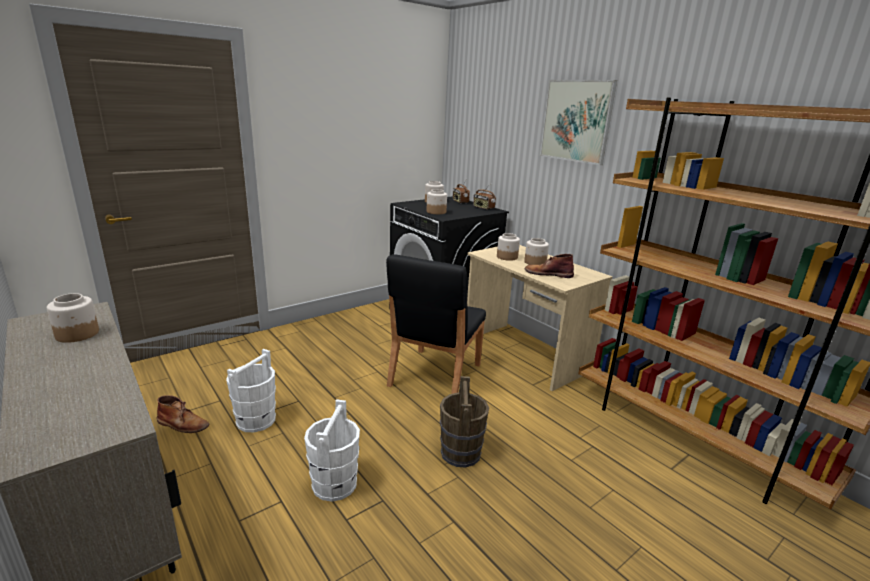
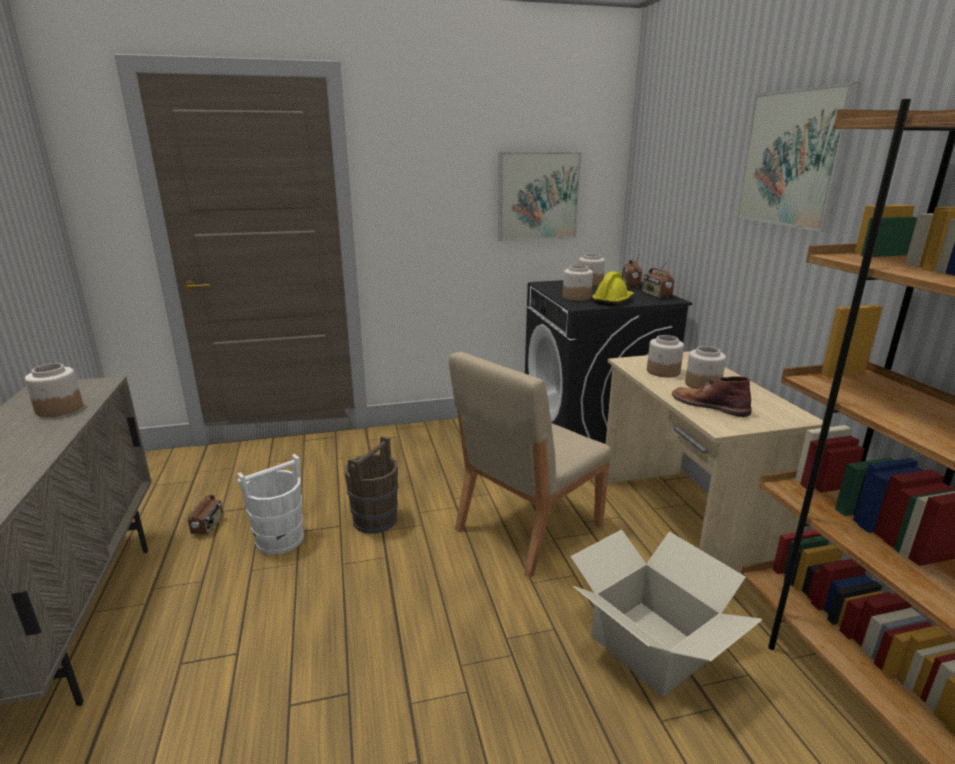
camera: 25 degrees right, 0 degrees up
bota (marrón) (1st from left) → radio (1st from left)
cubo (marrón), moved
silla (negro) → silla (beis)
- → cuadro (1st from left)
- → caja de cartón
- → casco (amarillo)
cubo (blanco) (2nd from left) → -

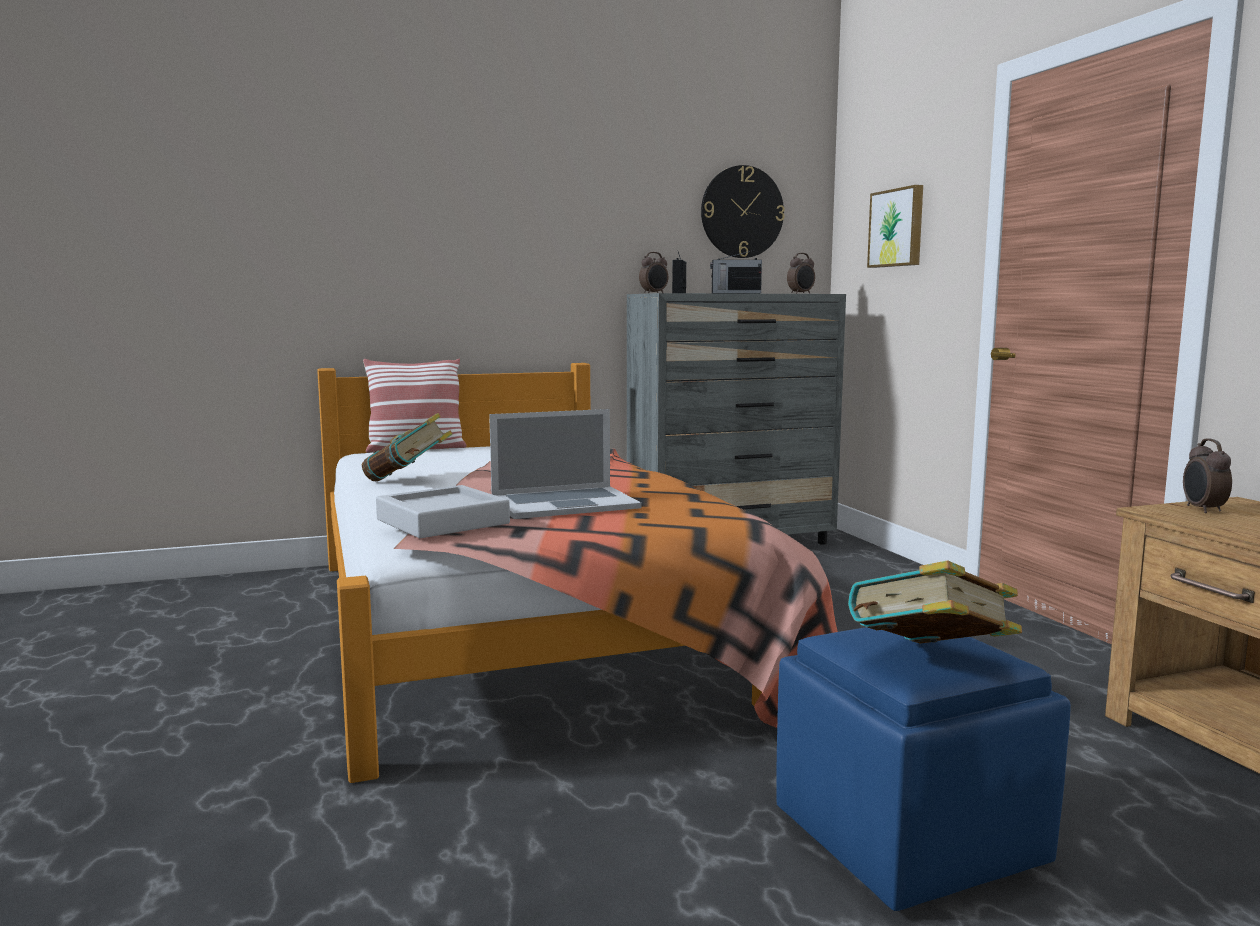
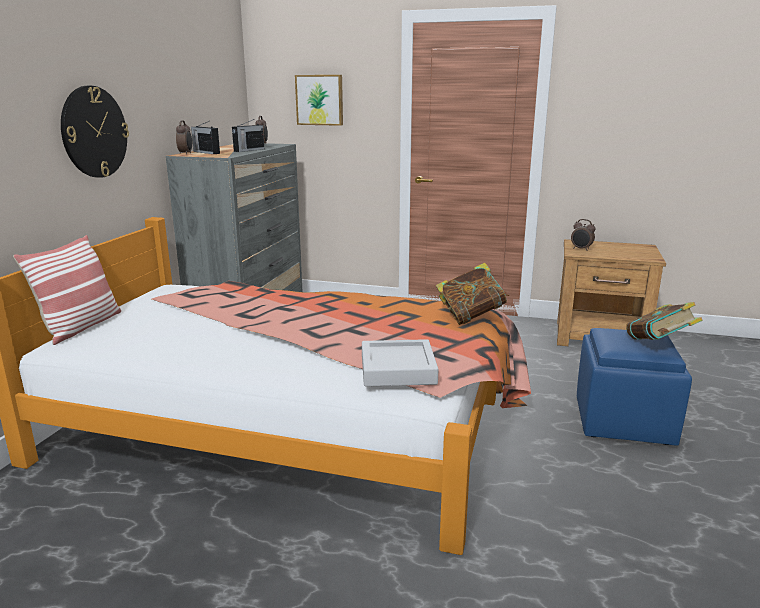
camera: 55 degrees left, 10 degrees up
reloj de pared, moved
libro (1st from left), moved
portátil → -

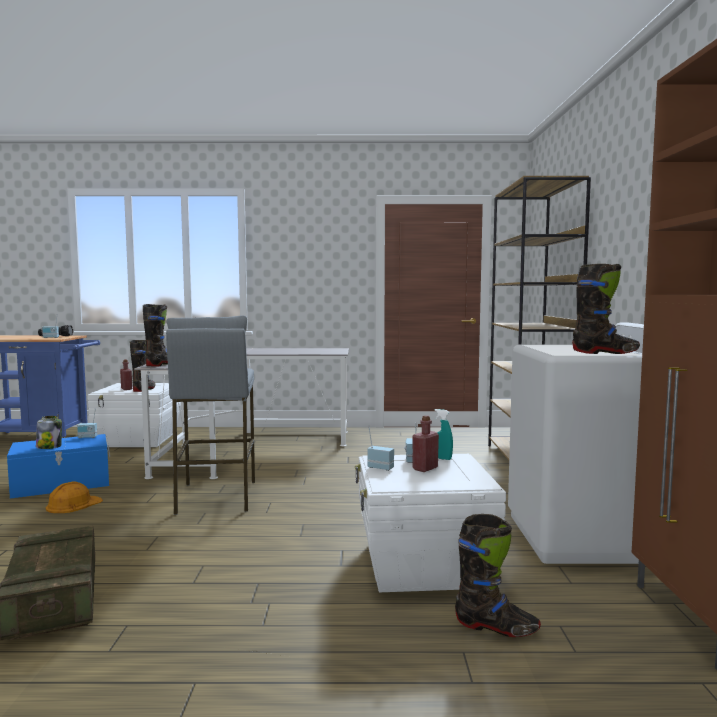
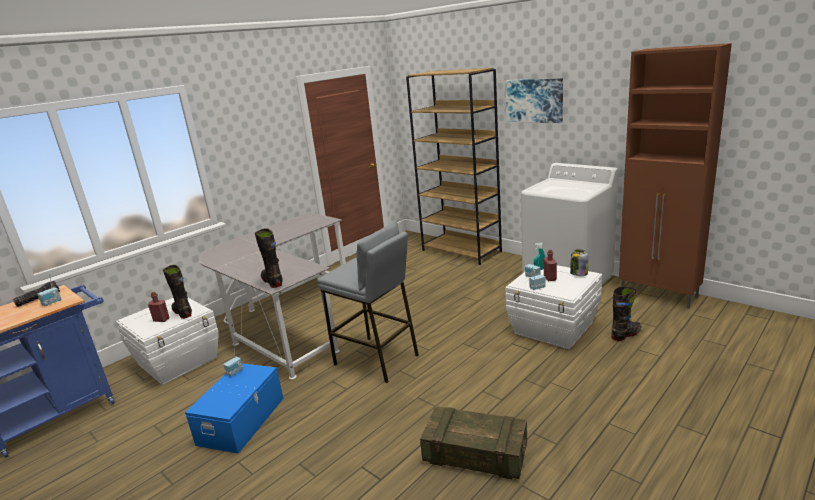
camera: 45 degrees left, 15 degrees up
- → cuadro
tarro, moved
casco (naranja) → -
bota (negro) (4th from left) → -

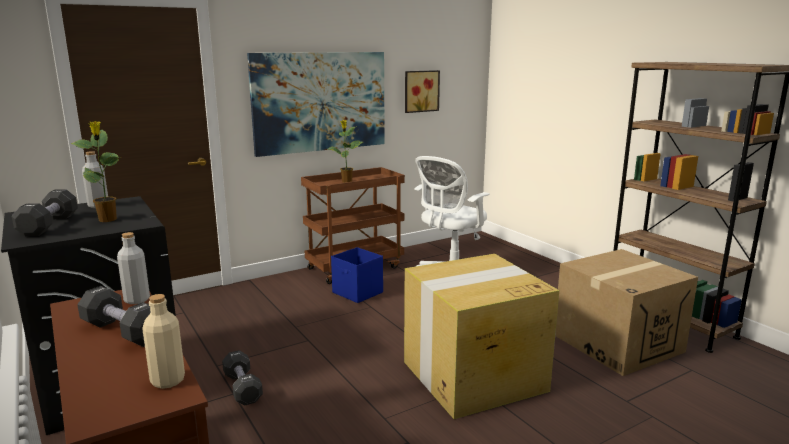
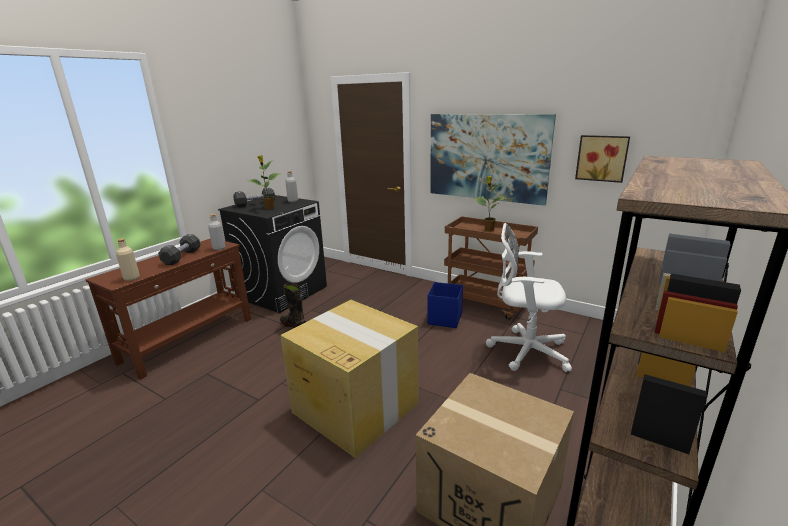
camera: 65 degrees right, 5 degrees up
mancuerna (negro) (3rd from left) → bota (negro)

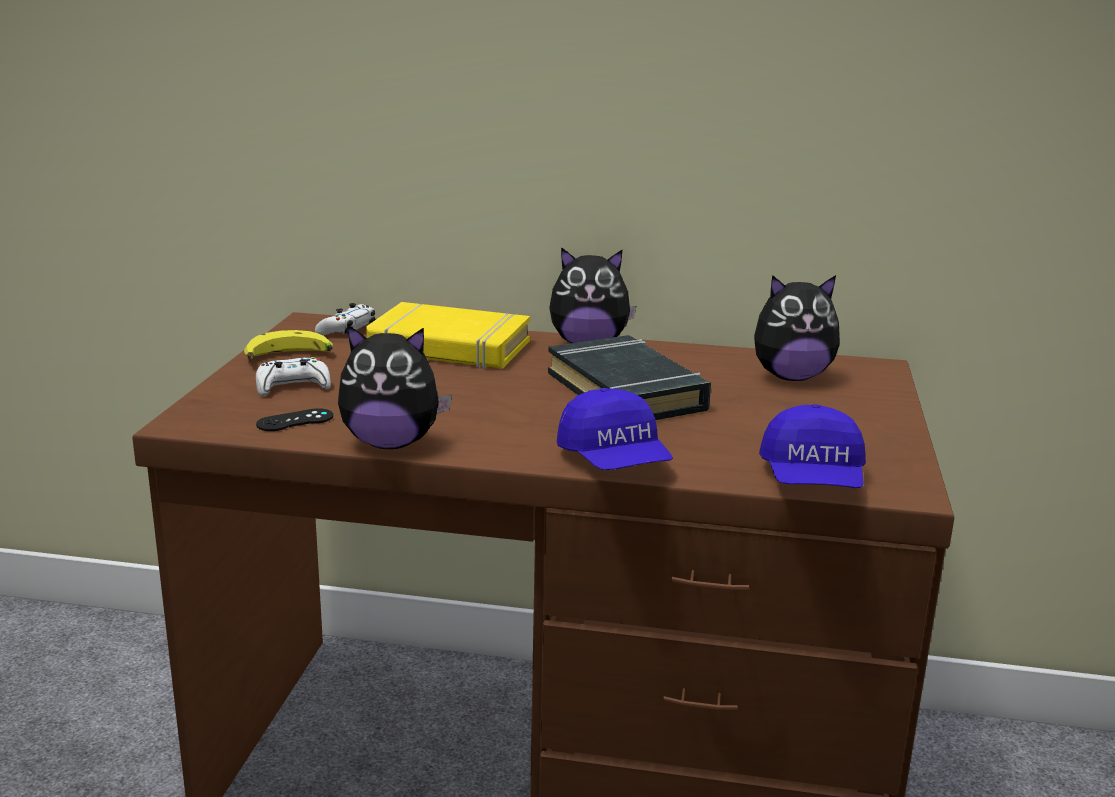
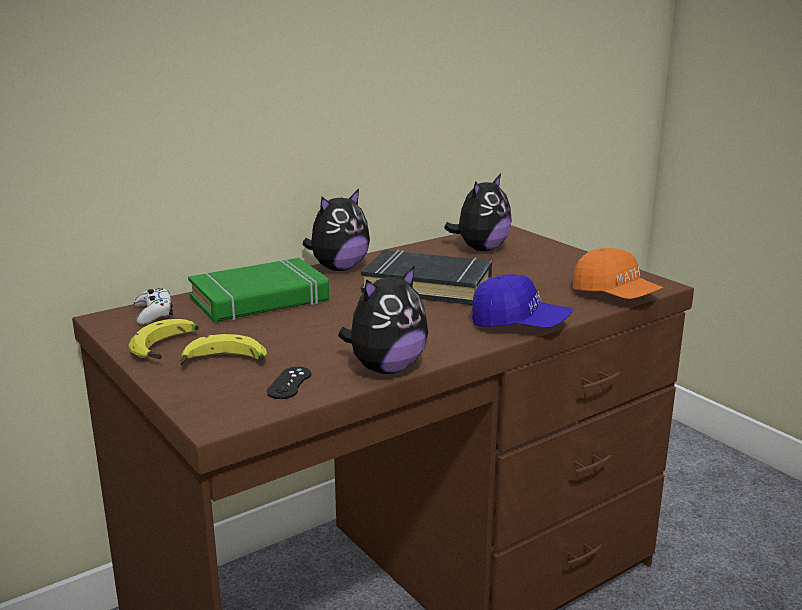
camera: 45 degrees left, 0 degrees up
mando de consola (blanco) (1st from left) → plátano (2nd from left)
libro (amarillo) → libro (verde)
gorra (azul) (2nd from left) → gorra (naranja)

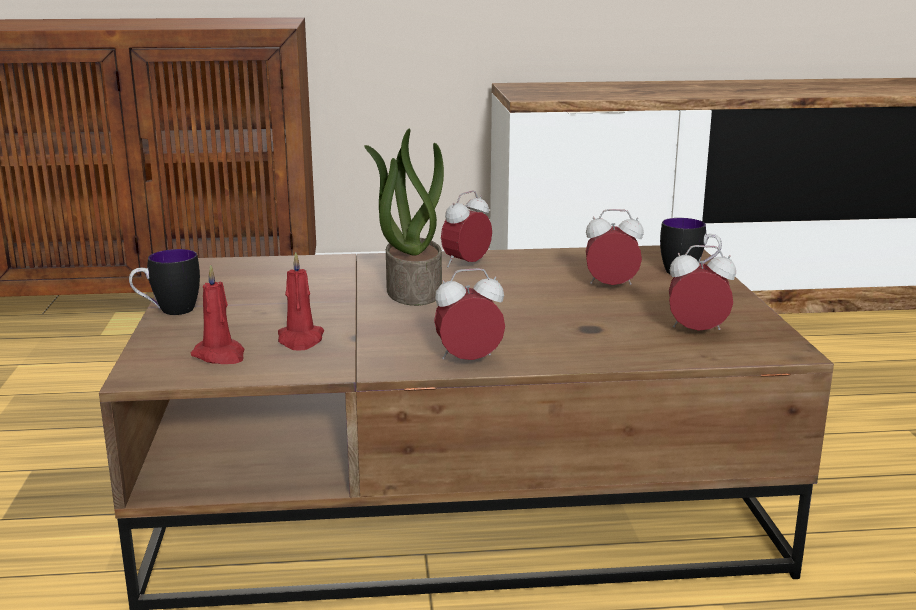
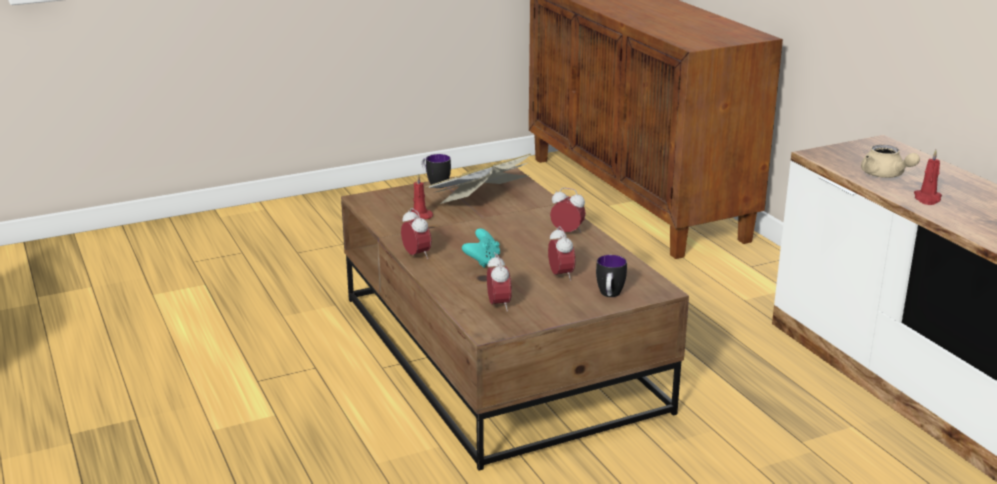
camera: 70 degrees right, 5 degrees up
- → libro
- → mando de consola (turquesa)
- → tetera (beis)
vela (rojo) (1st from left in the first image) → vela (rojo) (2nd from left), moved
planta en maceta → -

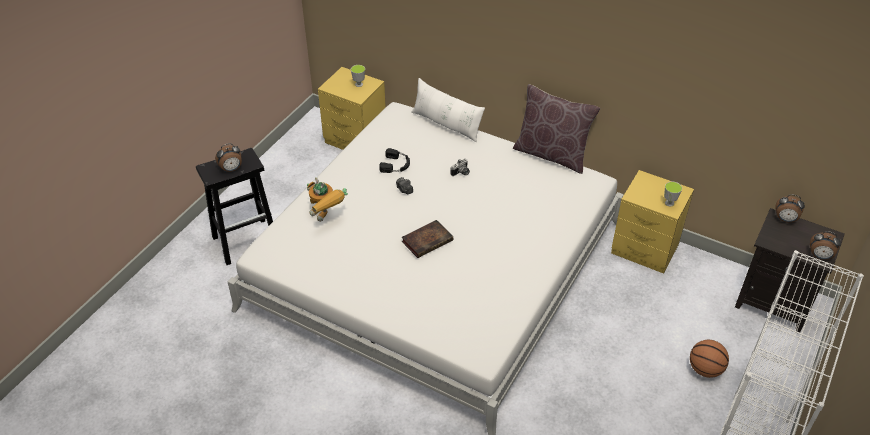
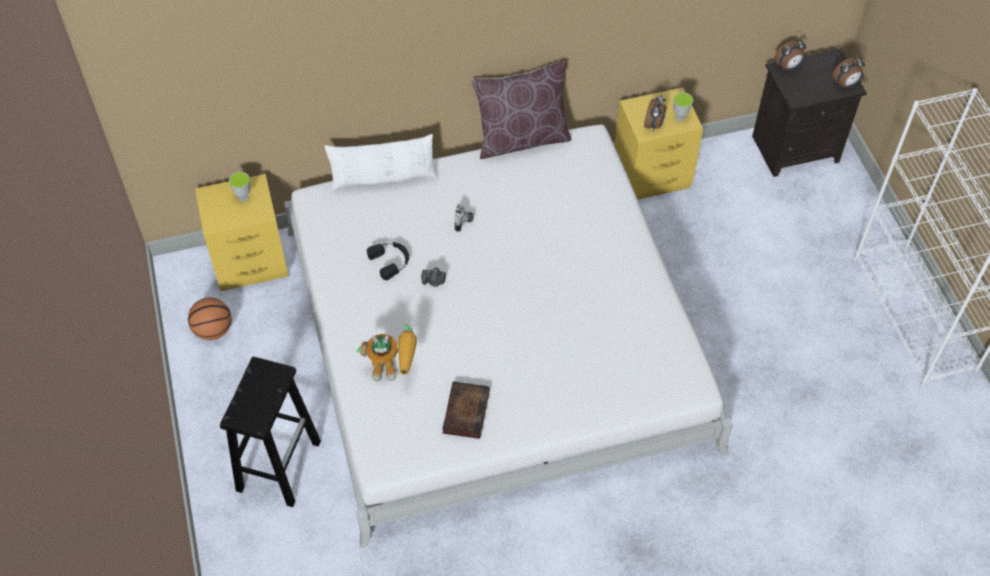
camera: 45 degrees left, 10 degrees up
balón de baloncesto, moved
libro, moved
despertador (1st from left), moved

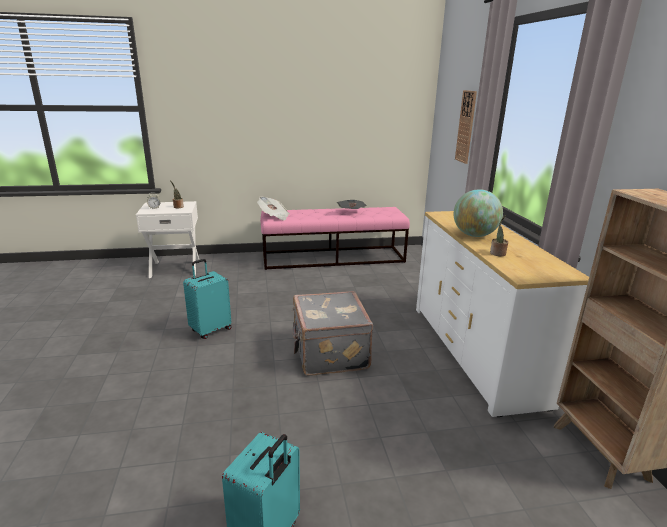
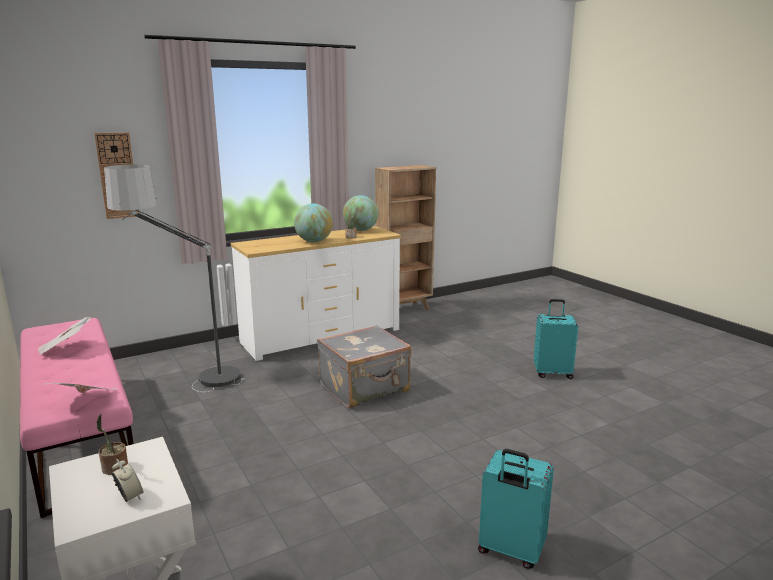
camera: 110 degrees left, 5 degrees down
- → lámpara de pie
- → globo terráqueo (2nd from left)
maleta (turquesa) (1st from left), moved

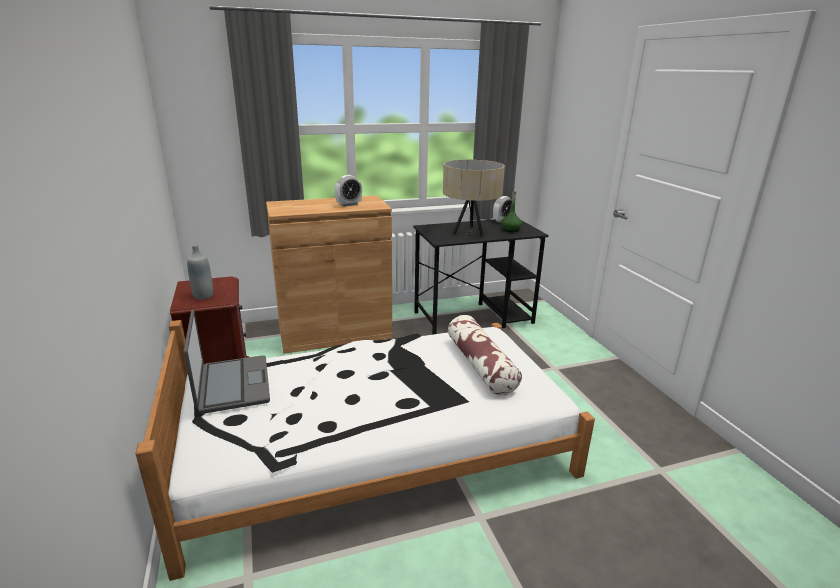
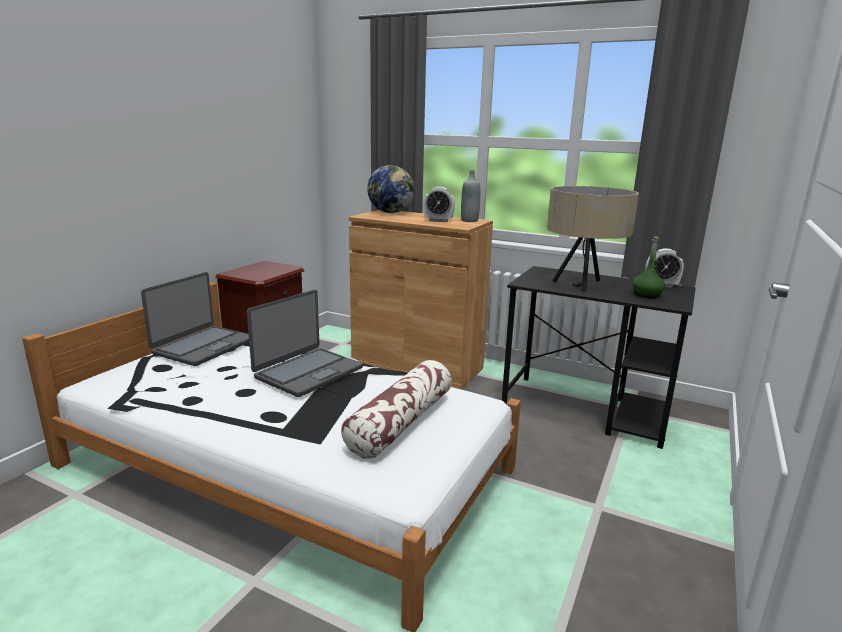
camera: 45 degrees right, 5 degrees down
- → portátil (2nd from left)
- → globo terráqueo
botella (gris), moved

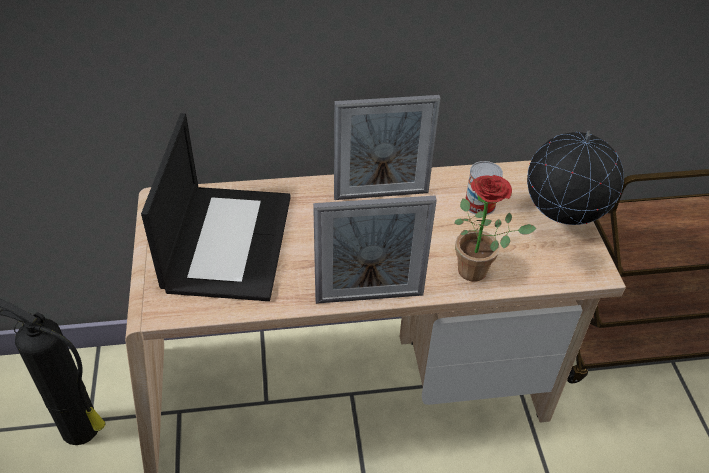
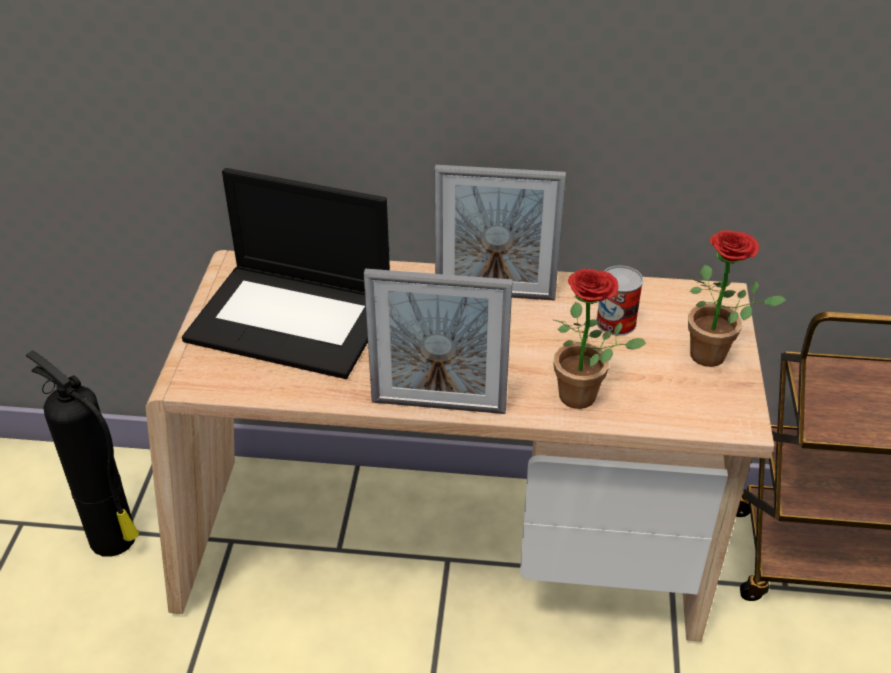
camera: 15 degrees right, 5 degrees down
portátil, 90 degrees clockwise
globo terráqueo → planta en maceta (2nd from left)

